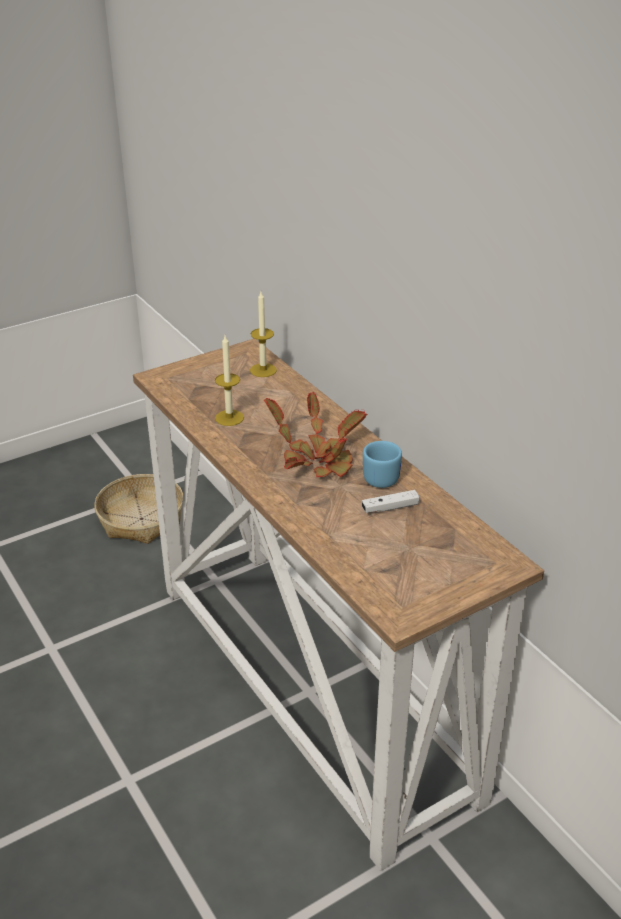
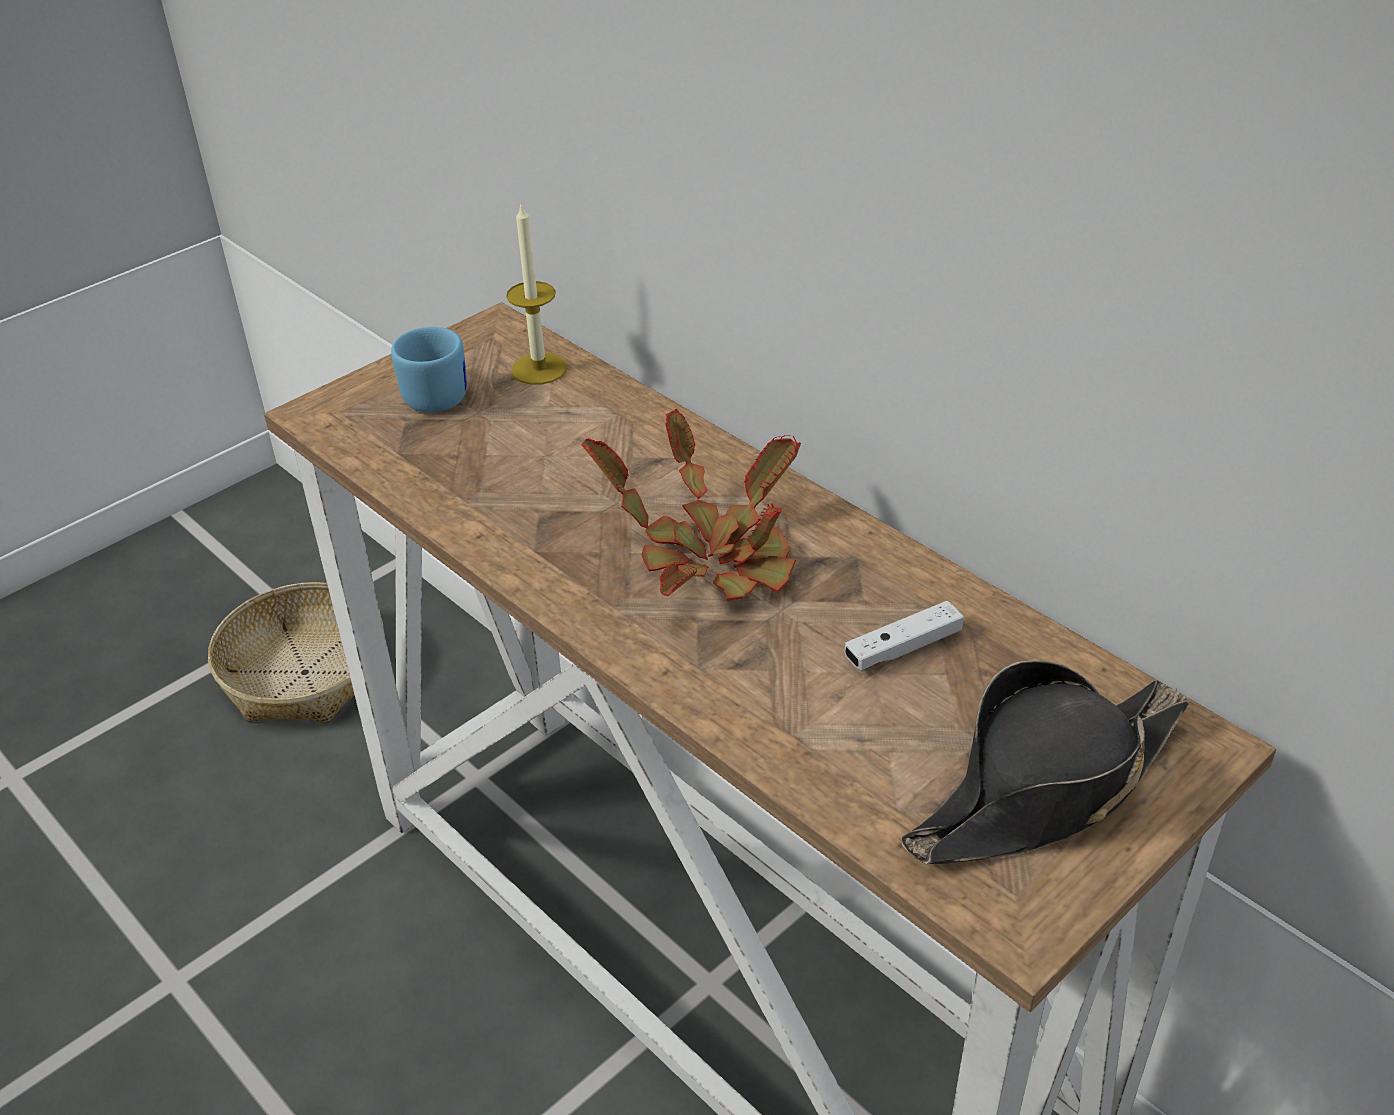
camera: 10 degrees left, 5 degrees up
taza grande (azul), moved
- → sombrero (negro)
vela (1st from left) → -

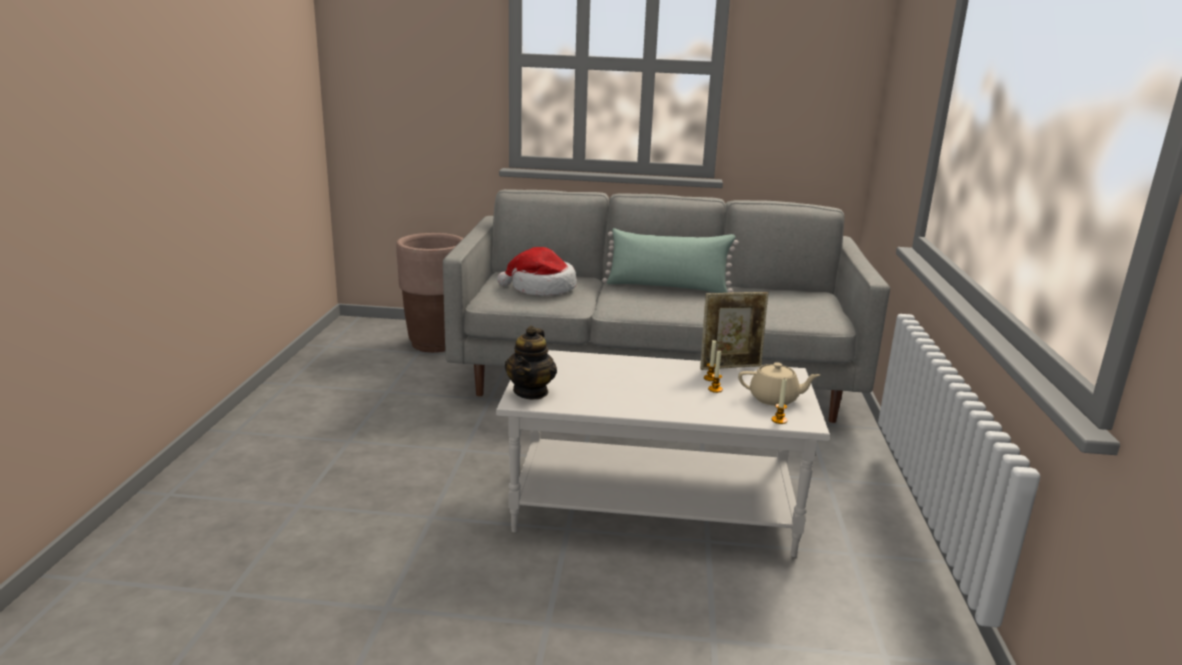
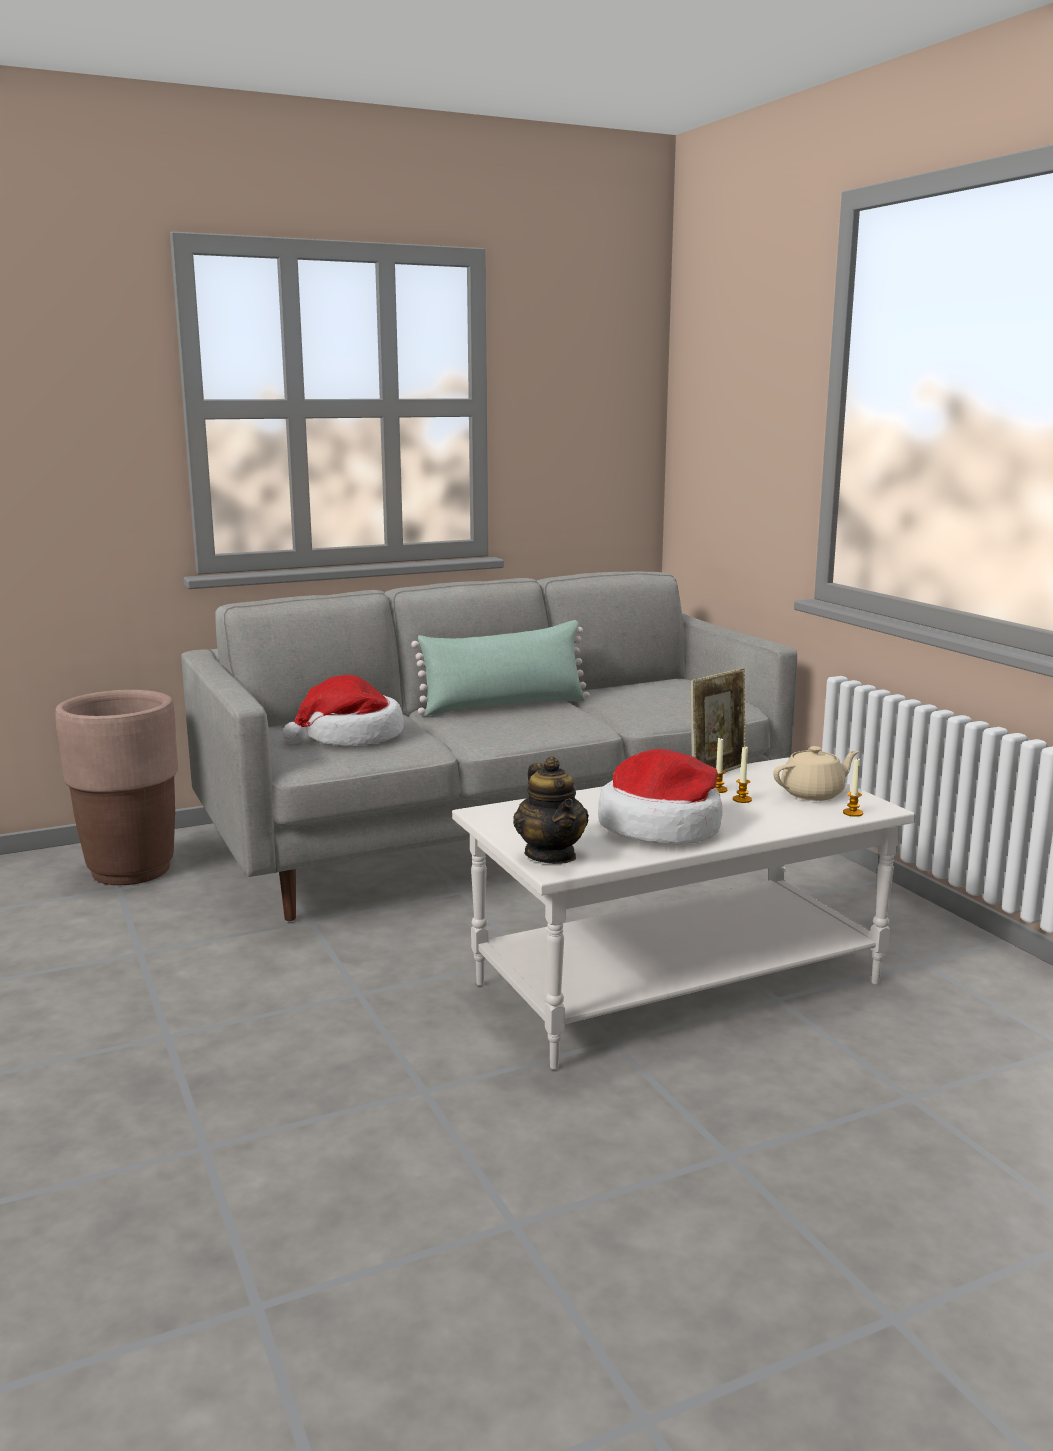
camera: 30 degrees left, 5 degrees down
- → sombrero (2nd from left)

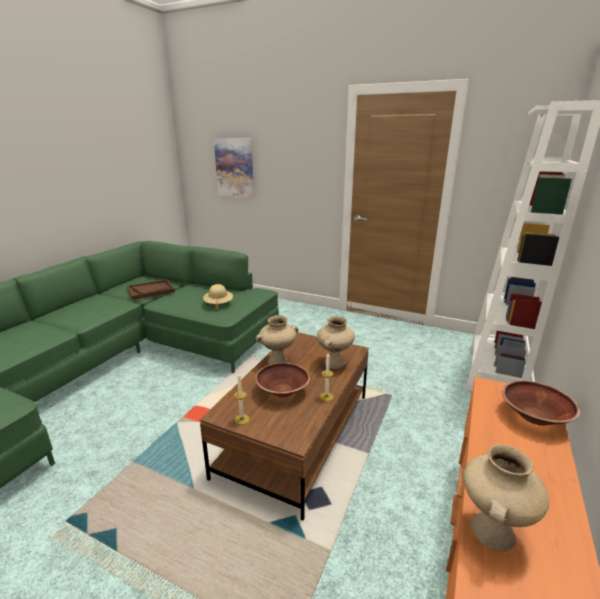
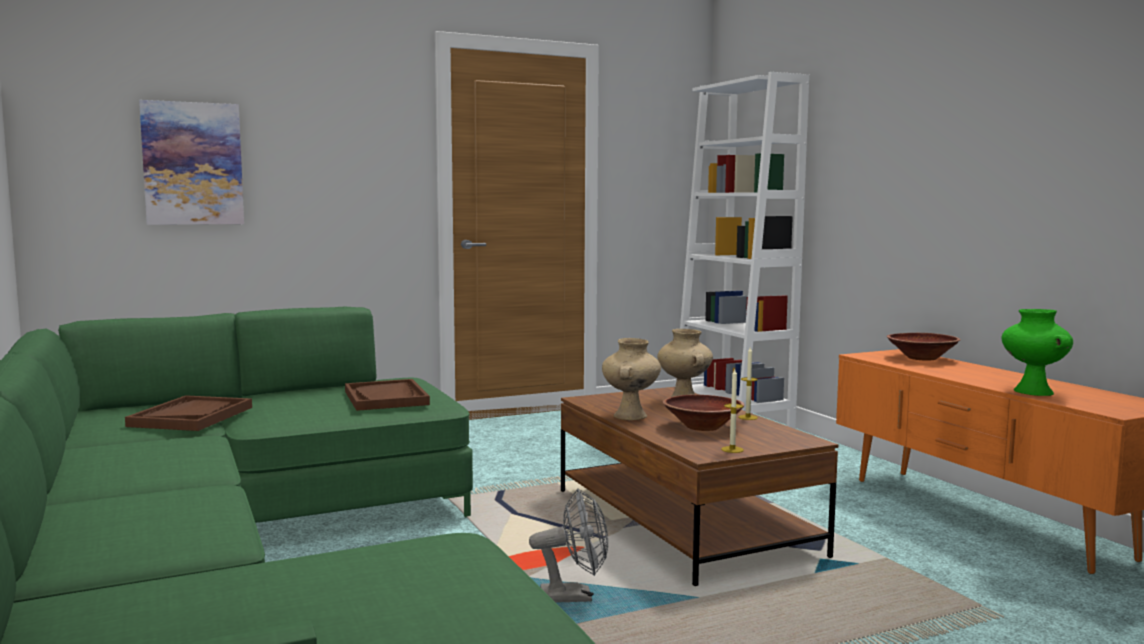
camera: 50 degrees left, 15 degrees down
sombrero (beis) → bandeja (marrón) (2nd from left)
- → ventilador (gris)
florero (beis) (3rd from left) → florero (verde)

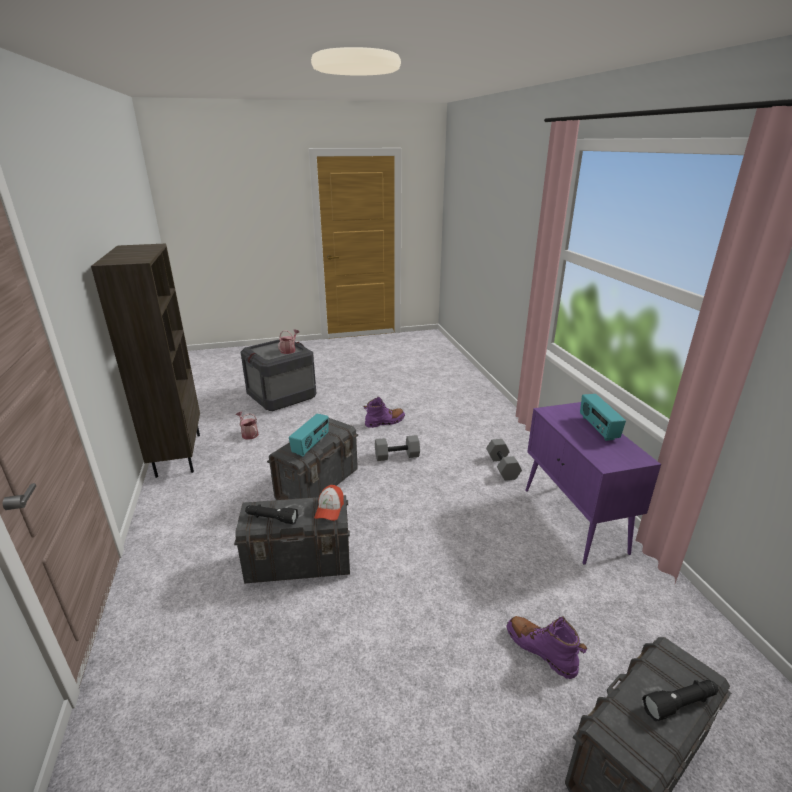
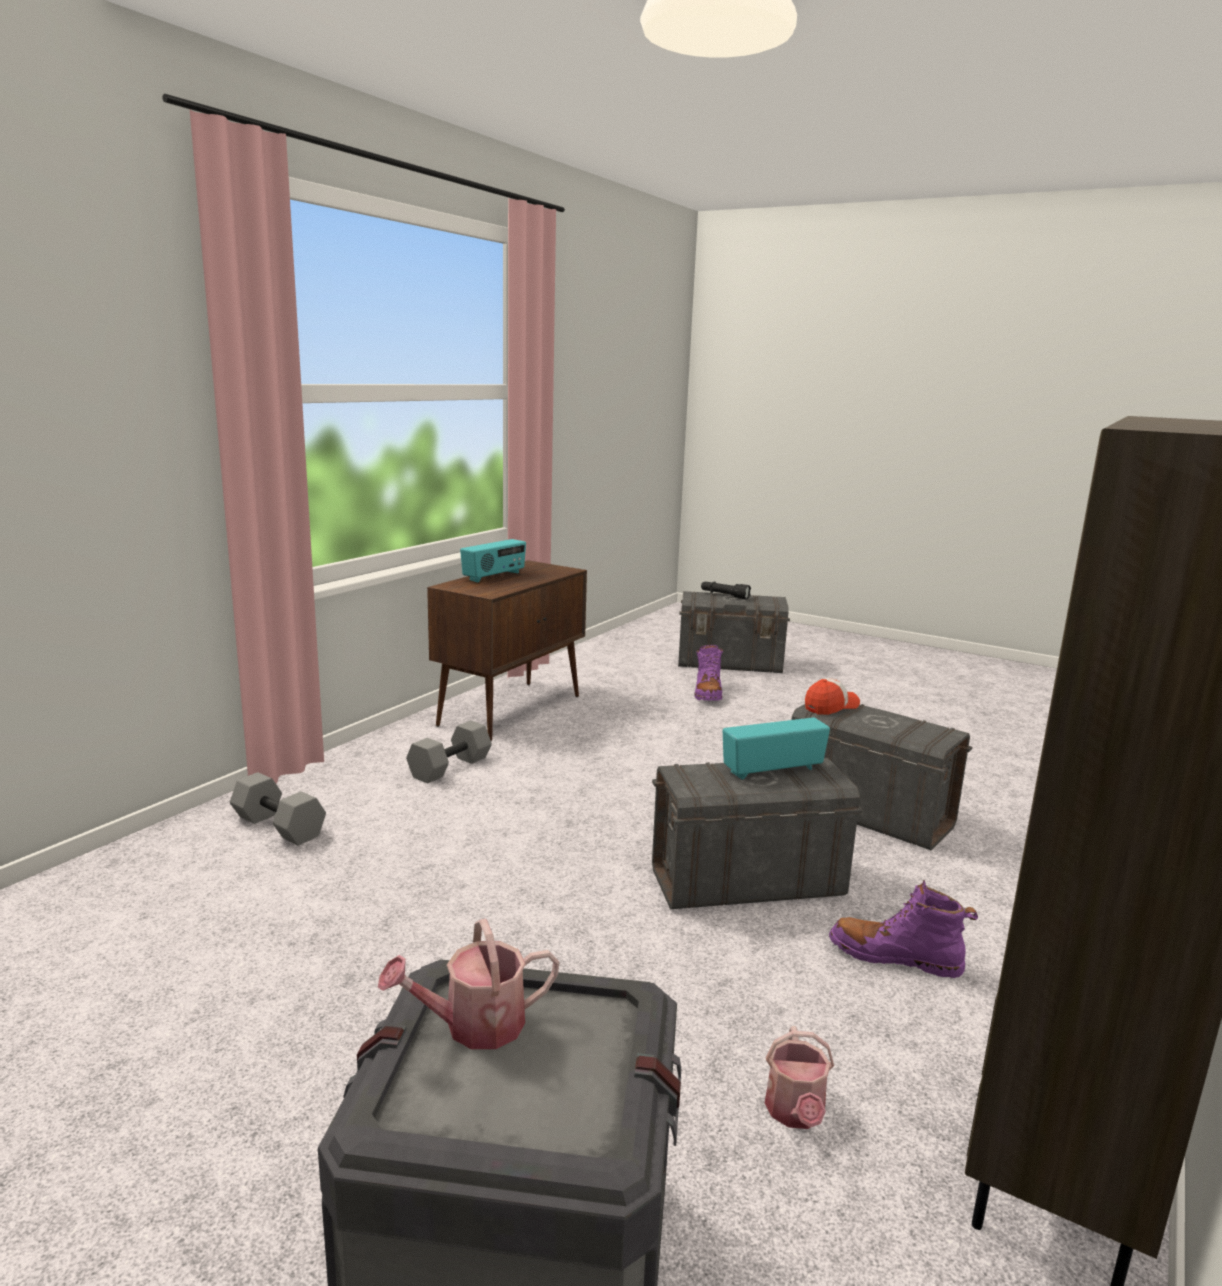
camera: 135 degrees left, 10 degrees down
mancuerna (gris) (1st from left), moved
armario (morado) → armario (marrón)
bota (morado) (1st from left in the first image) → bota (morado) (2nd from left), moved
linterna (negro) (1st from left) → -

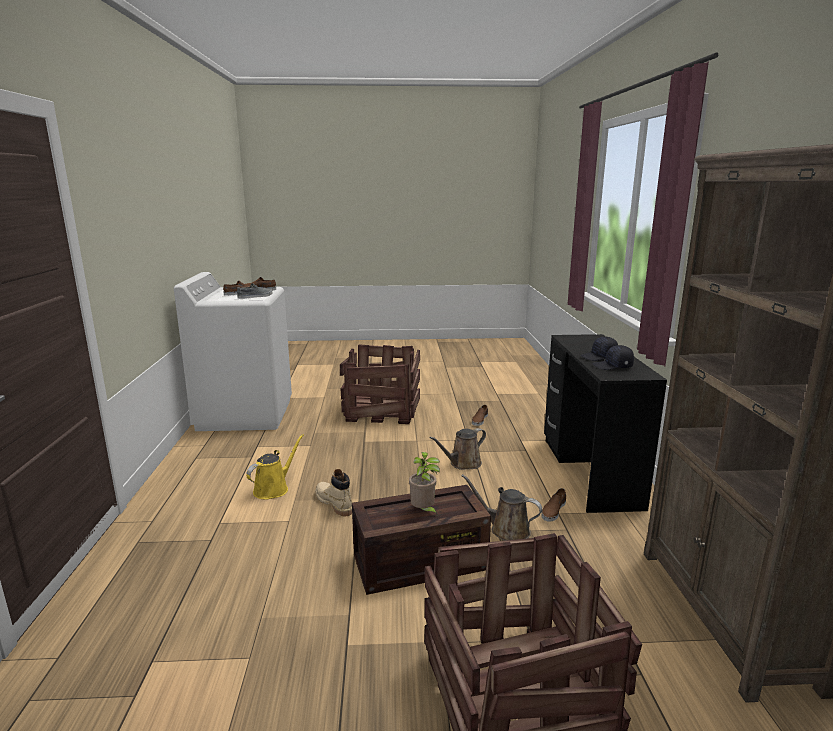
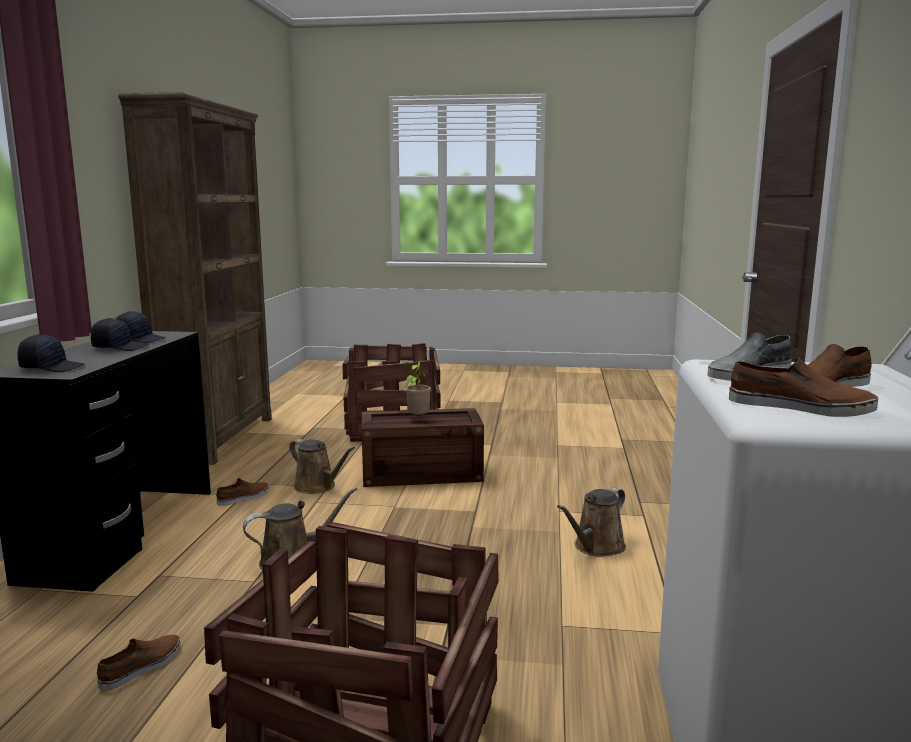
camera: 170 degrees left, 5 degrees down
- → gorra (negro) (1st from left)
regadera (amarillo) → regadera (marrón) (3rd from left)
bota (beis) → -

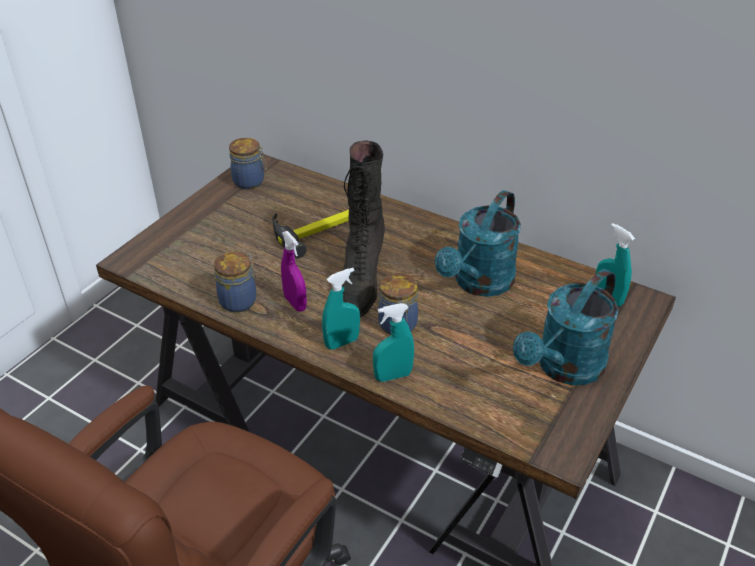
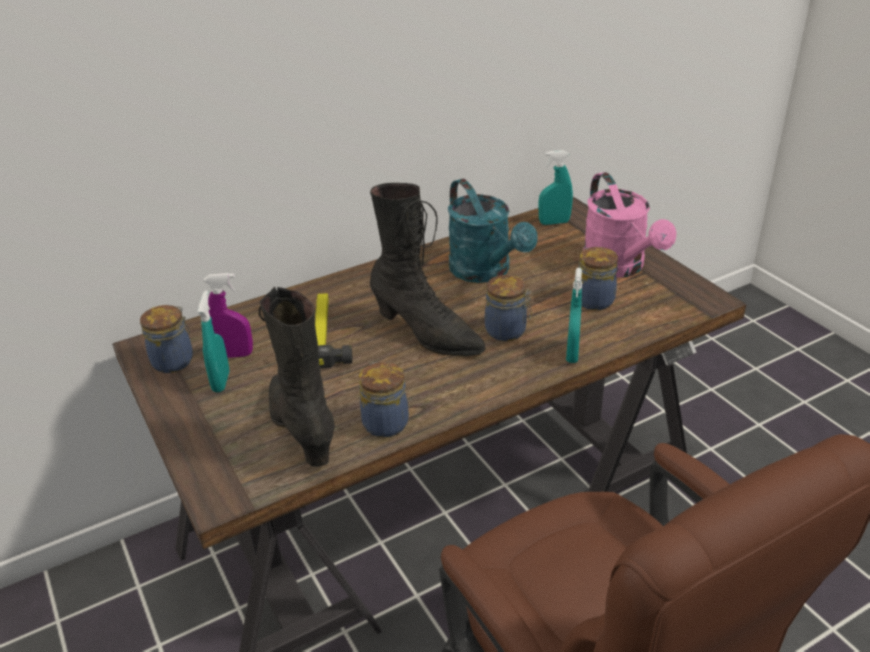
camera: 60 degrees left, 5 degrees down
pulverizador (turquesa) (1st from left), moved
pulverizador (morado), moved
- → bota (negro) (1st from left)
- → tarro (4th from left)
regadera (turquesa) (2nd from left) → regadera (rosa)

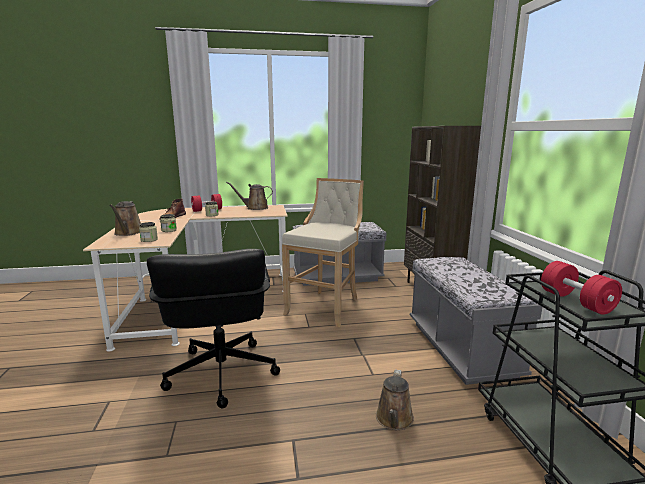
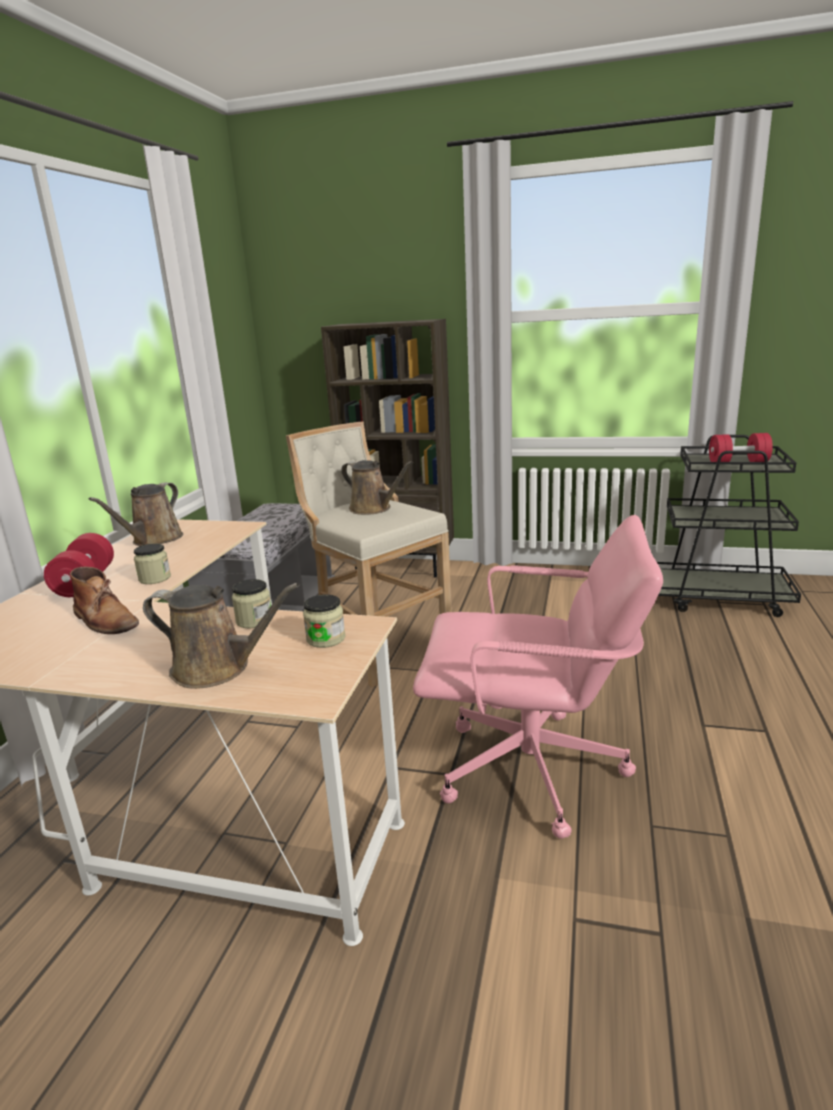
camera: 65 degrees left, 5 degrees up
regadera (marrón) (3rd from left), moved
silla de oficina (negro) → silla de oficina (rosa)
banco (gris) (2nd from left) → -

